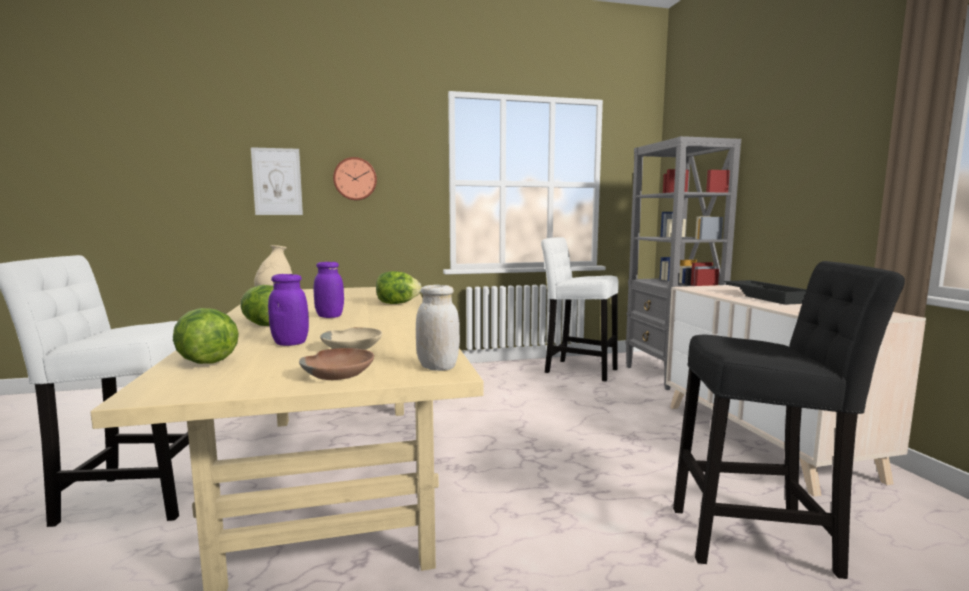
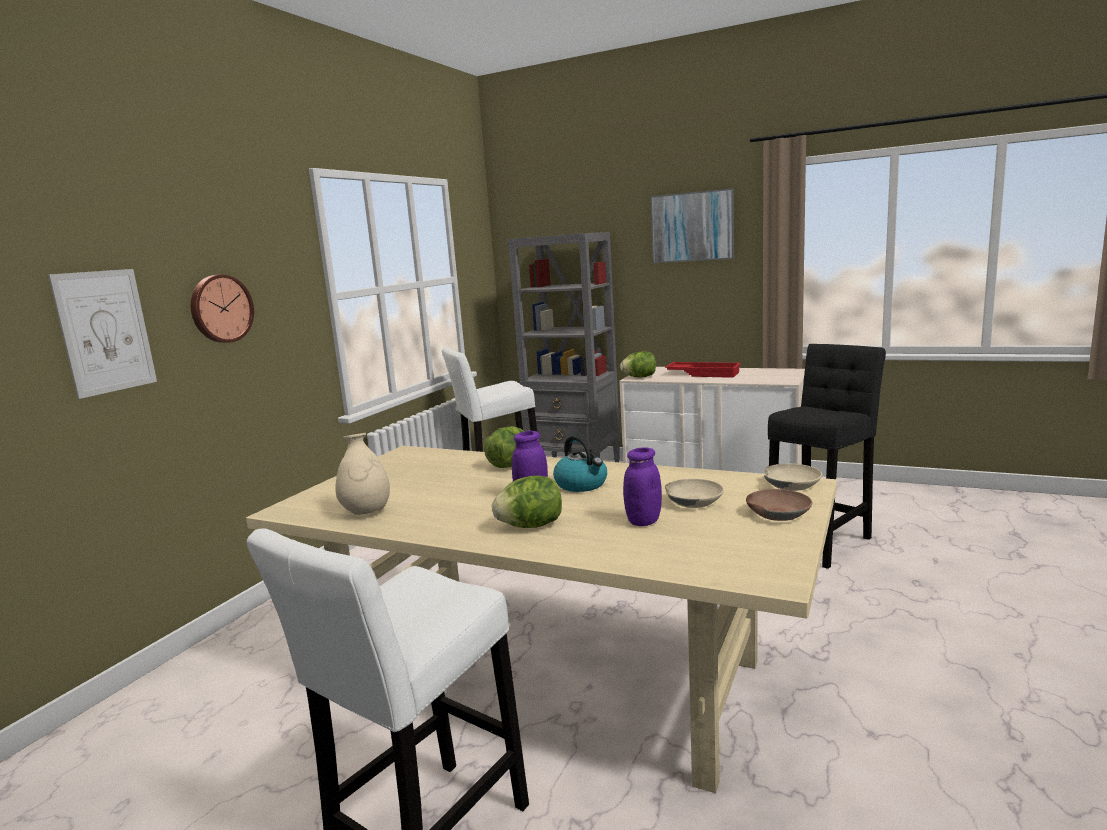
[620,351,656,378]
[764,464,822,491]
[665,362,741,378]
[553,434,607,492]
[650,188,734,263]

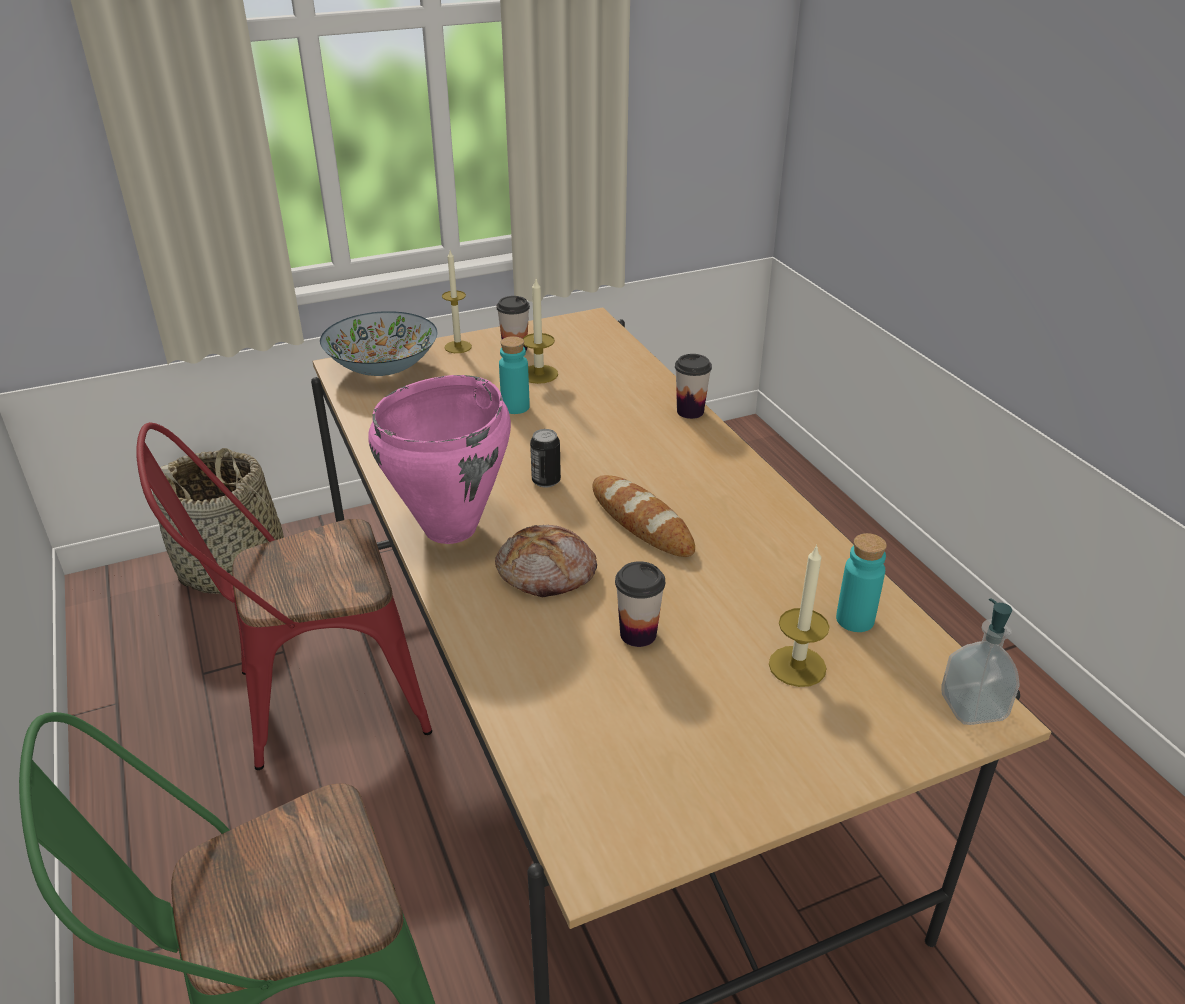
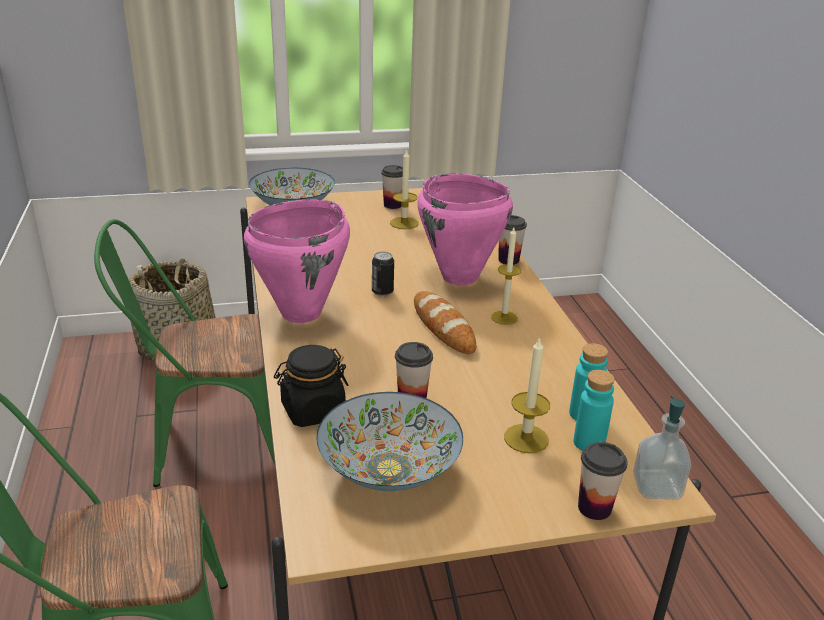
[94,219,275,487]
[491,228,521,325]
[495,525,597,598] (first image)
[573,370,615,451]
[274,345,348,427]
[316,392,463,491]
[417,173,513,286]
[578,442,628,520]

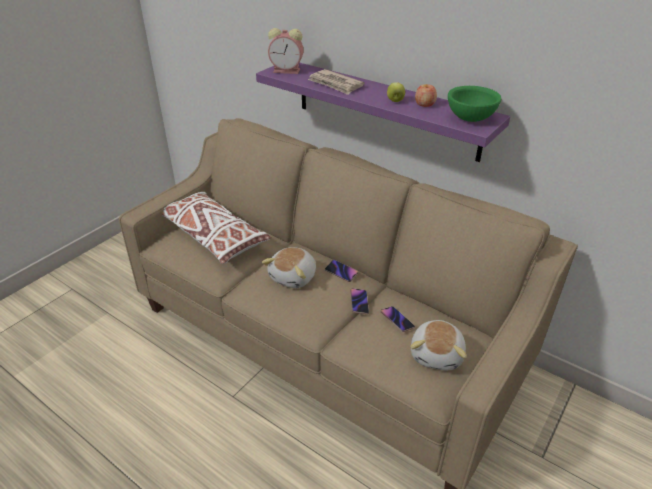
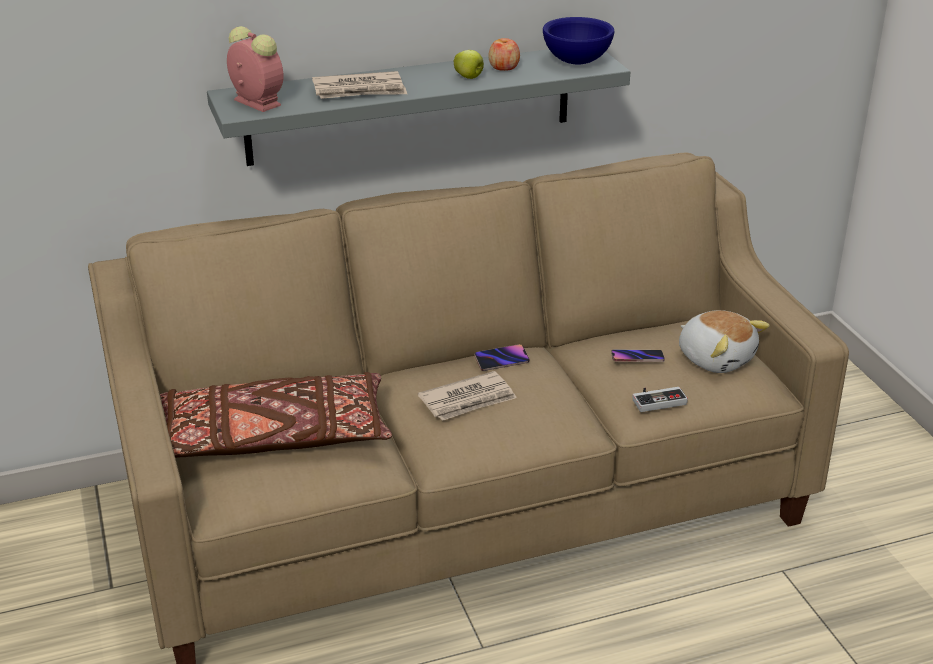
[160,372,392,458]
[207,49,630,166]
[418,371,517,421]
[227,26,283,112]
[350,288,369,314] (first image)
[543,17,615,64]
[632,387,688,412]

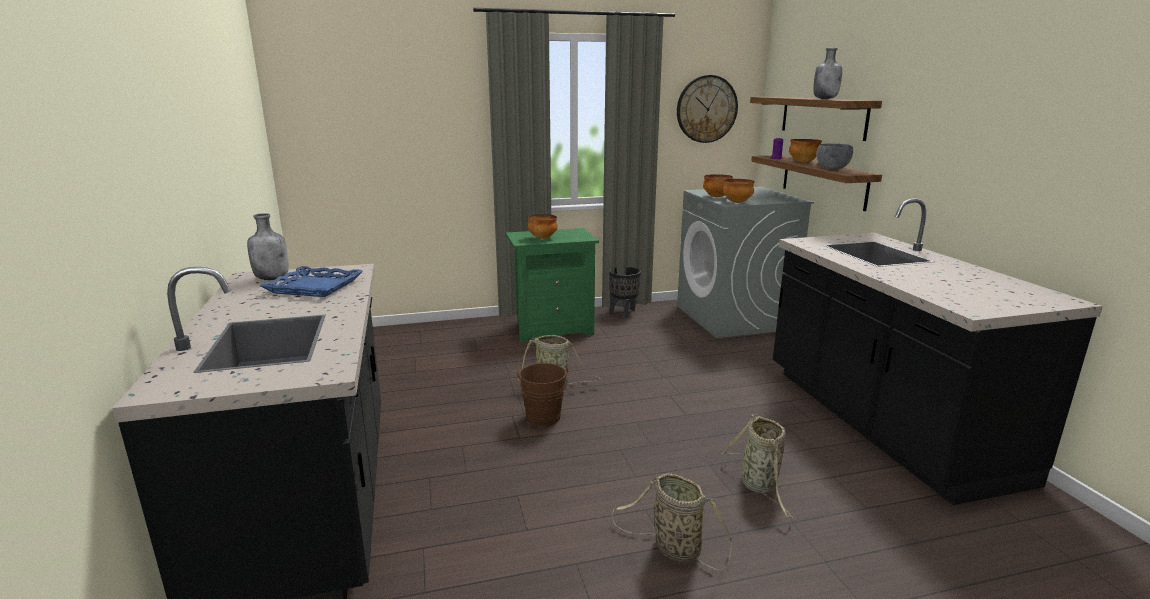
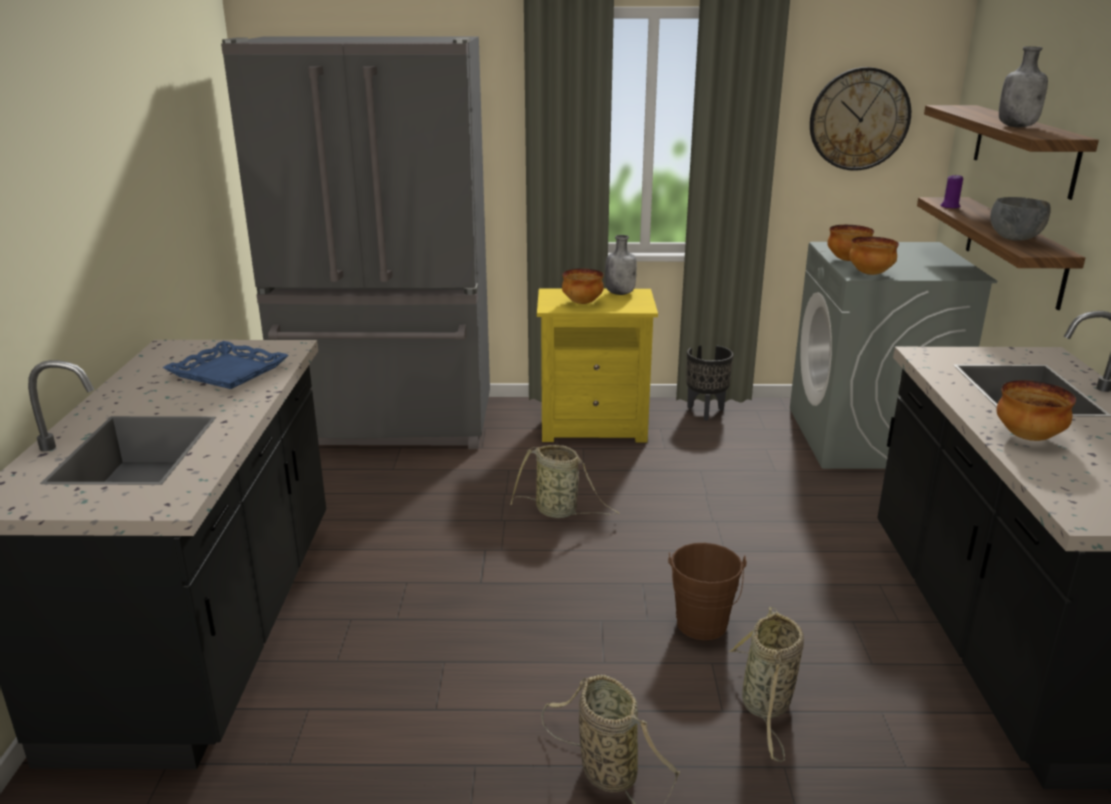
[605,235,637,295]
[537,288,658,442]
[668,543,746,640]
[997,380,1076,441]
[221,36,490,449]

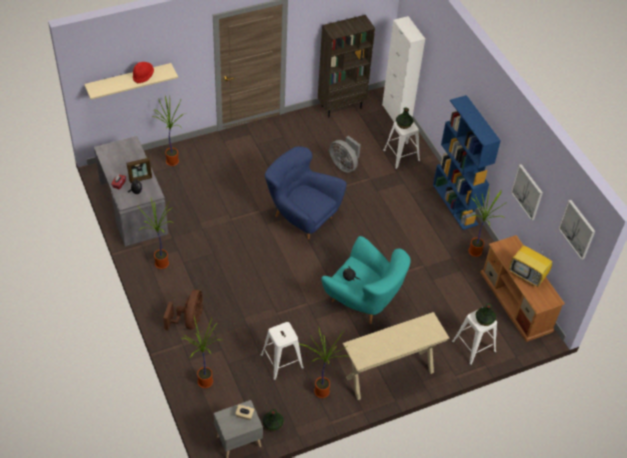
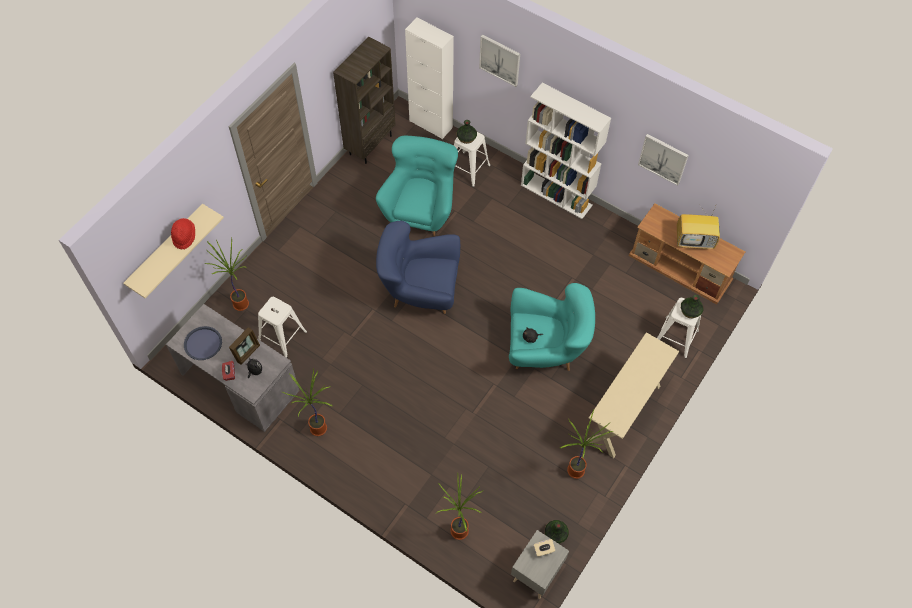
[163,289,203,331] (first image)
[258,297,307,358]
[376,136,458,236]
[521,83,611,219]
[468,187,507,257] (first image)
[479,35,520,87]
[184,326,222,360]

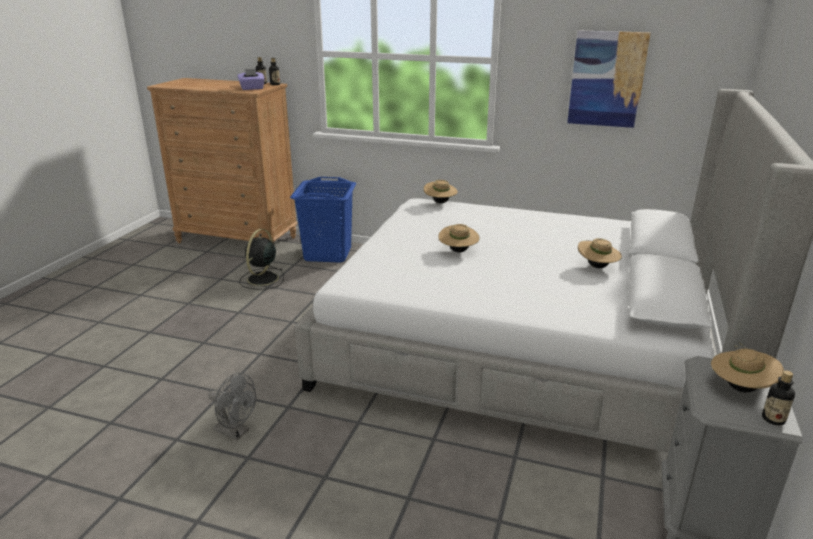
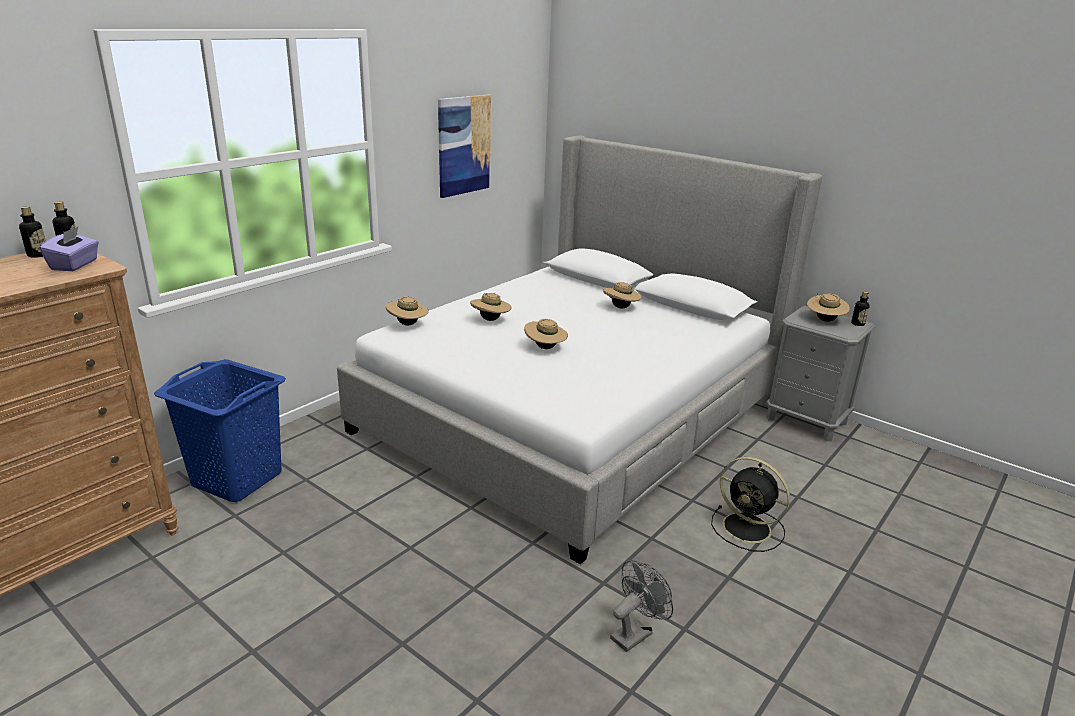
[711,457,790,552]
[470,293,511,321]

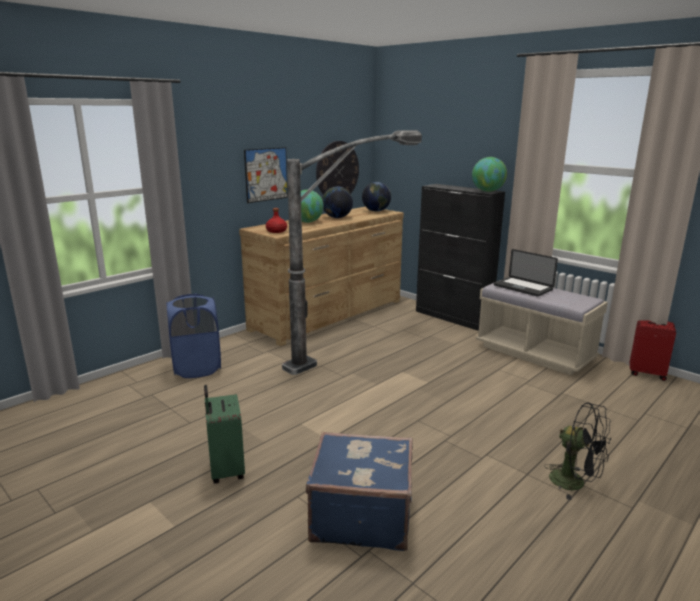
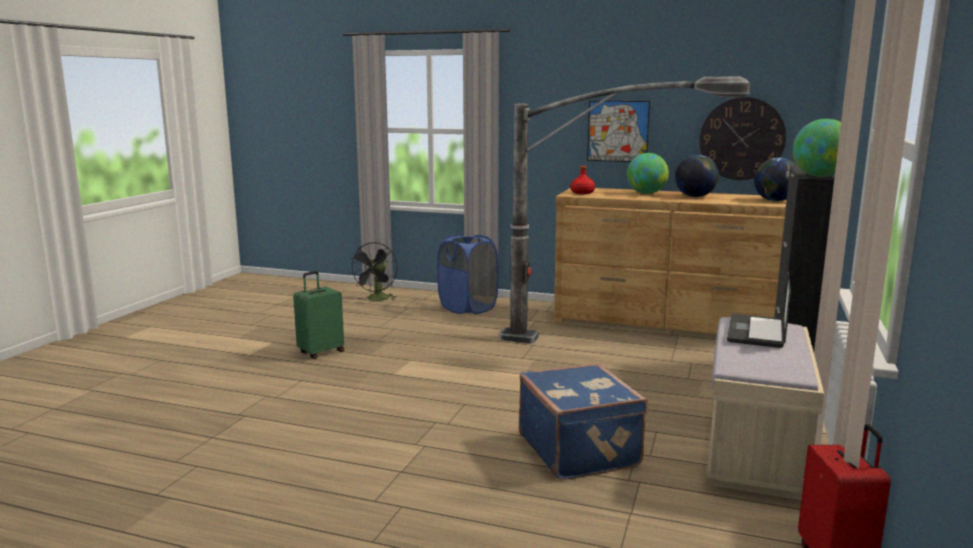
[519,363,648,480]
[350,242,397,301]

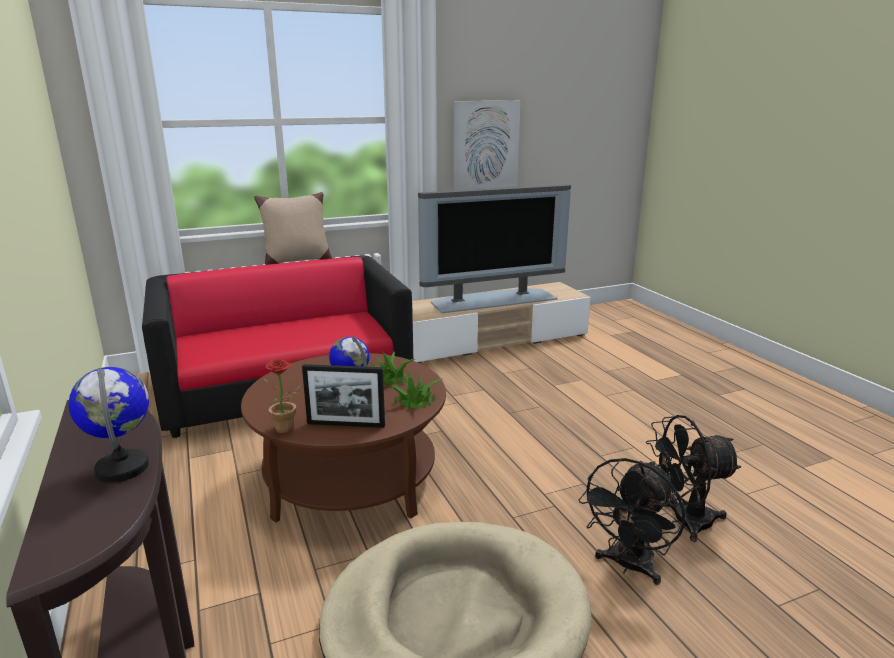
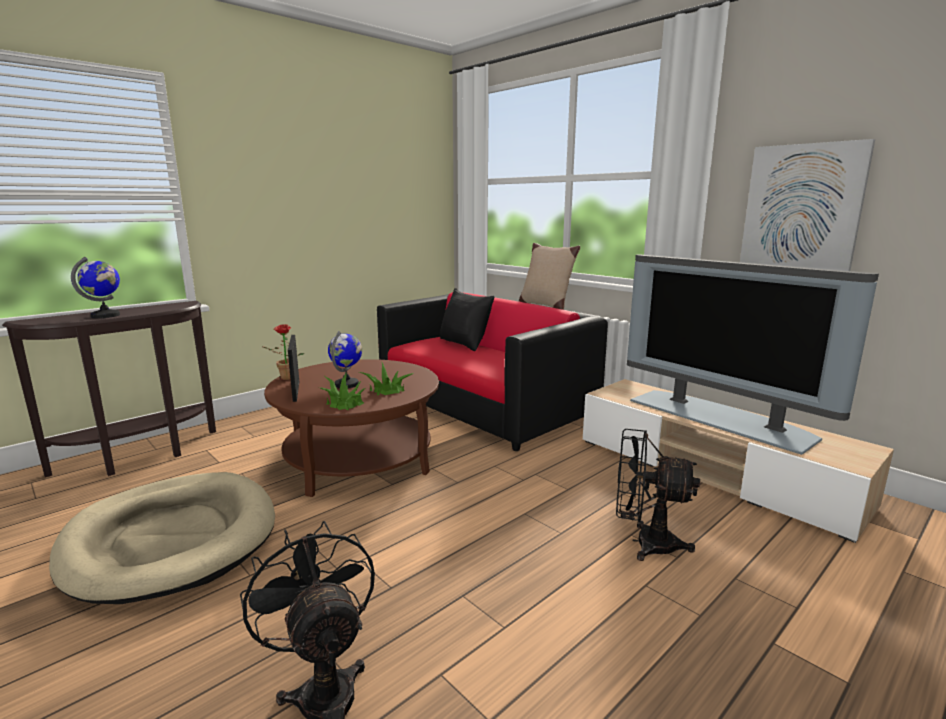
[616,429,700,561]
[440,288,494,351]

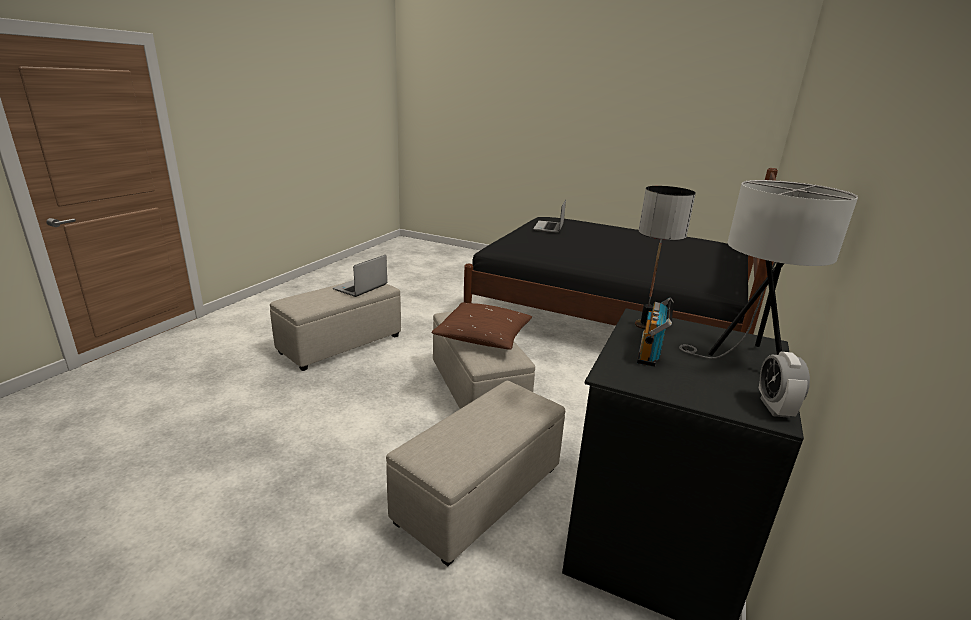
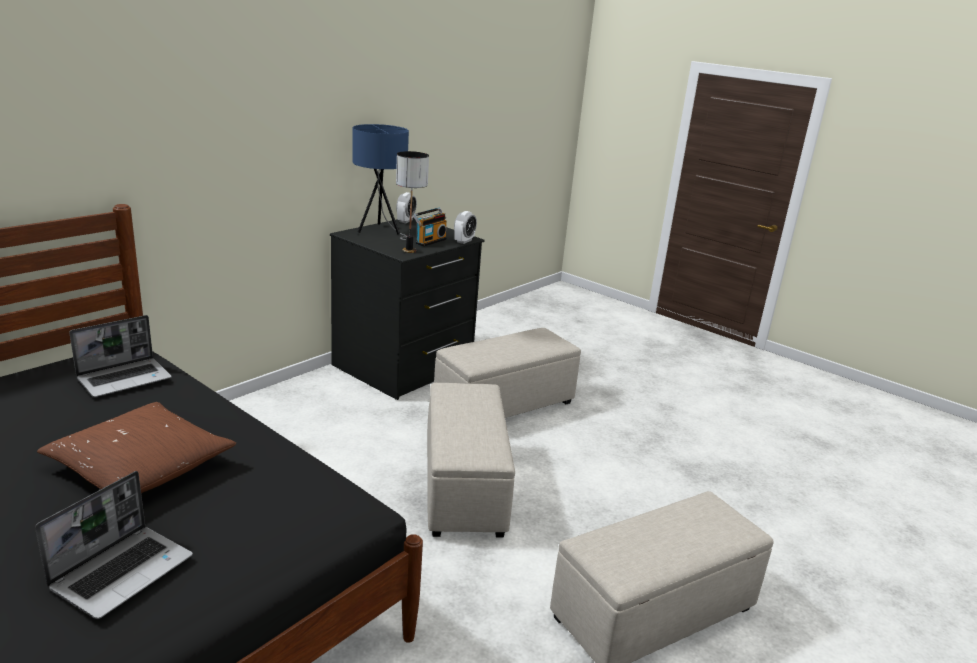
[69,315,172,397]
[37,402,236,493]
[352,124,409,240]
[454,211,477,244]

